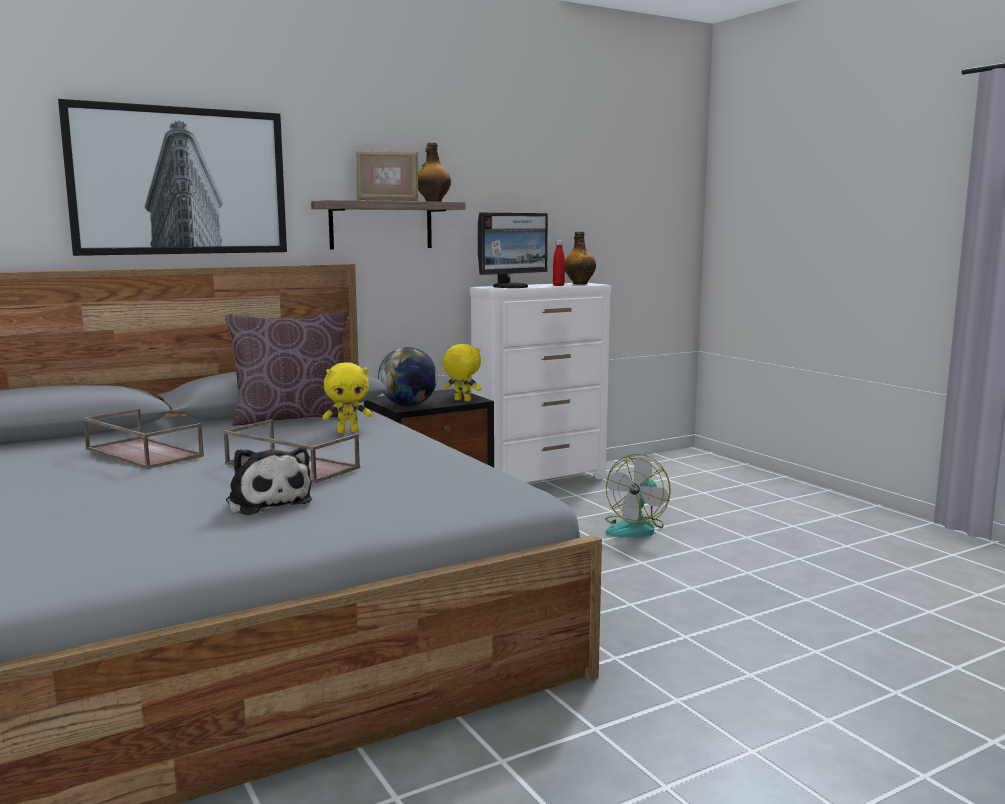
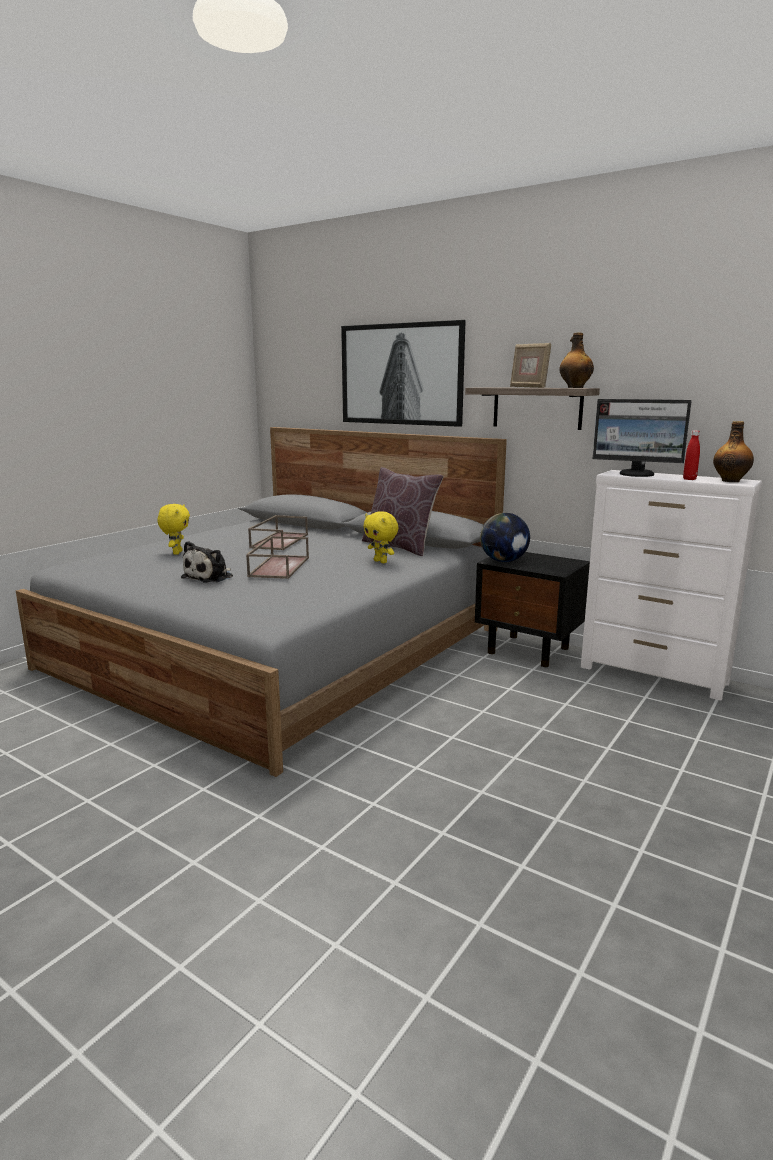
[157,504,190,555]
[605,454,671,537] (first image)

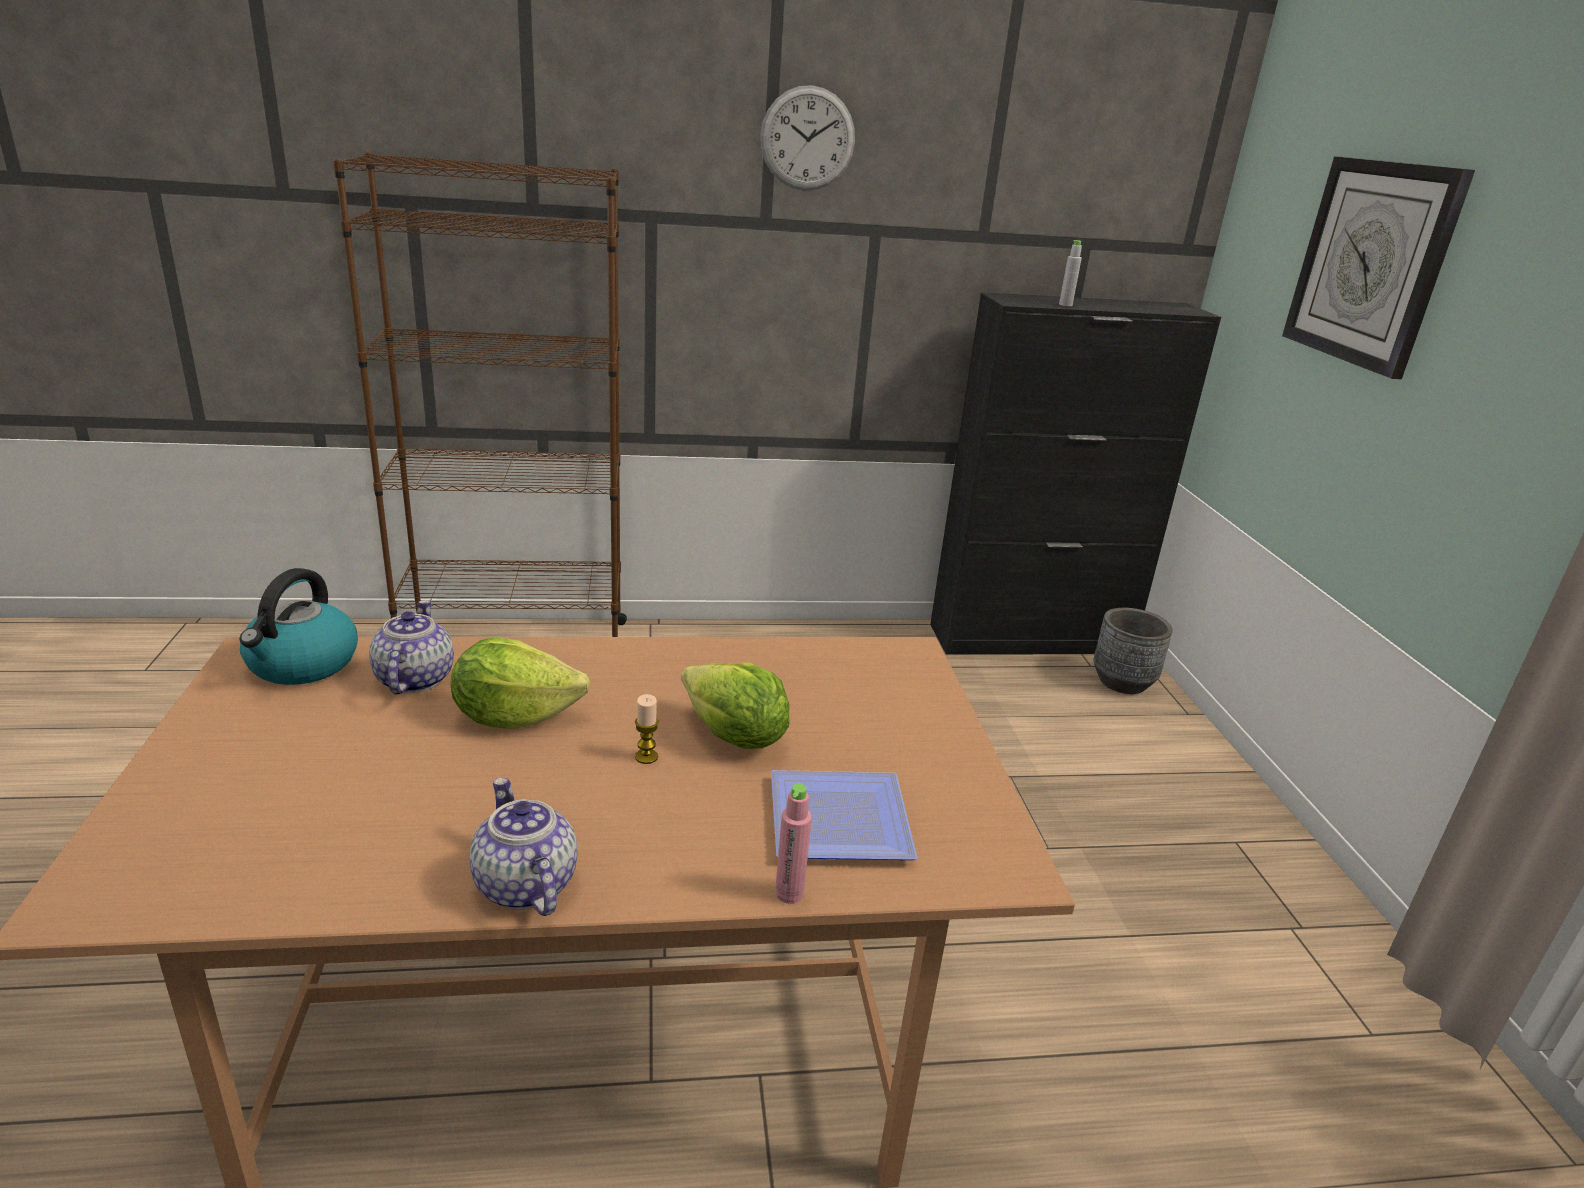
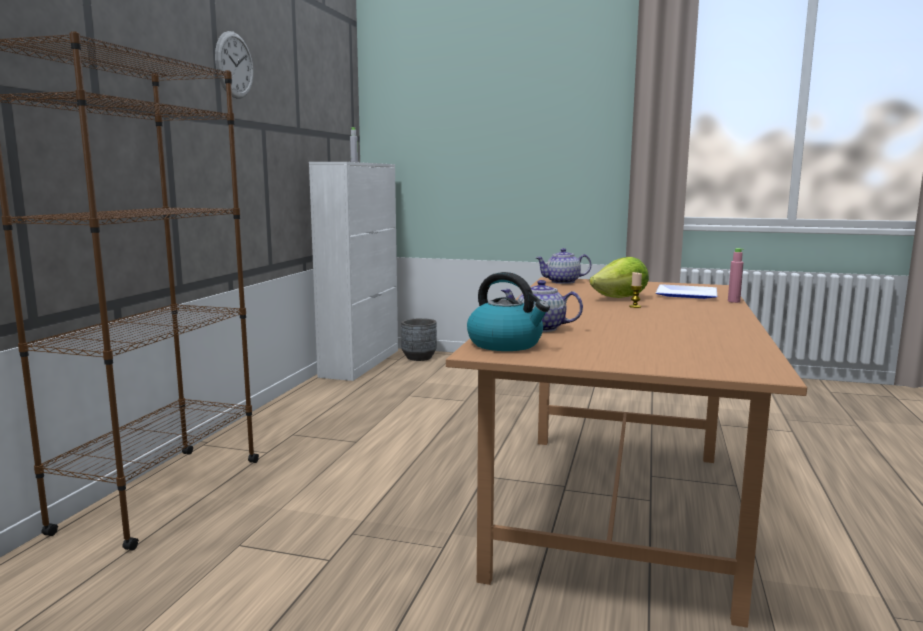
[451,637,590,729] (first image)
[536,248,591,284]
[309,162,398,381]
[1282,156,1475,379] (first image)

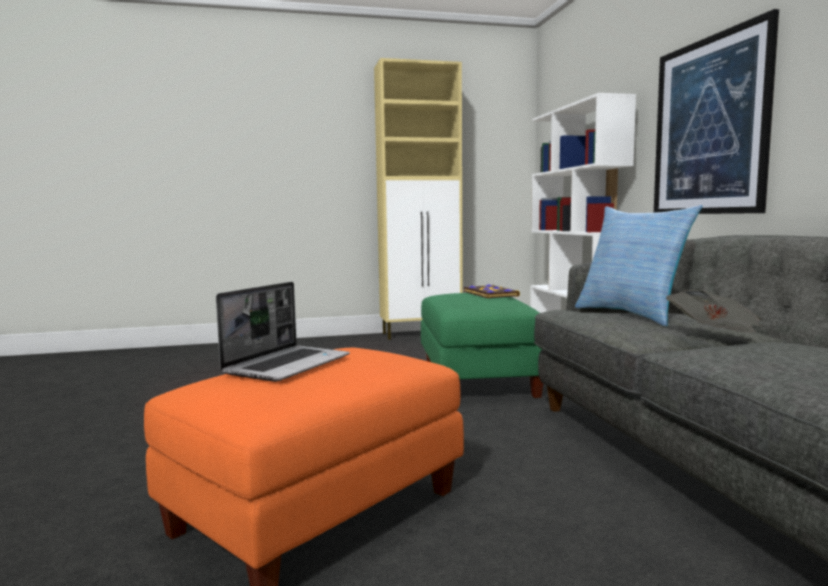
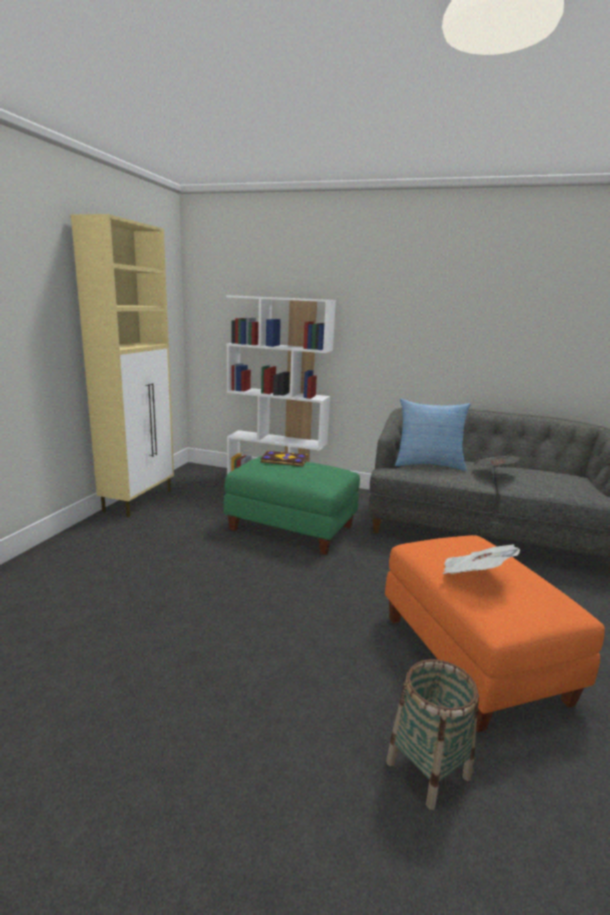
[443,545,520,574]
[654,9,779,214] (first image)
[386,659,479,810]

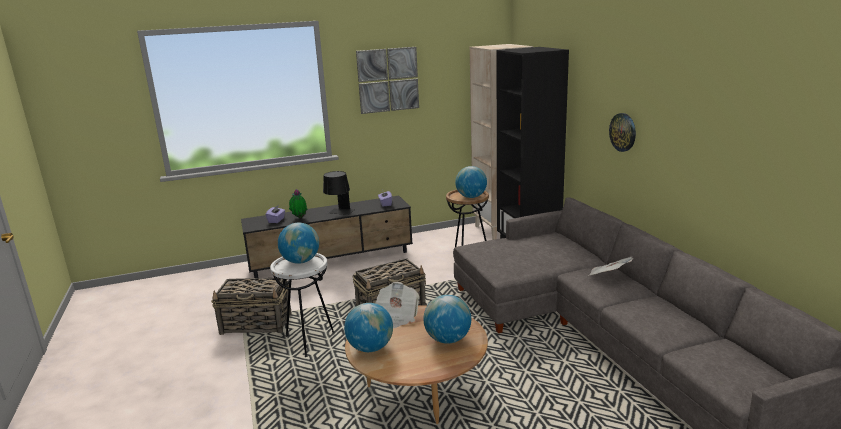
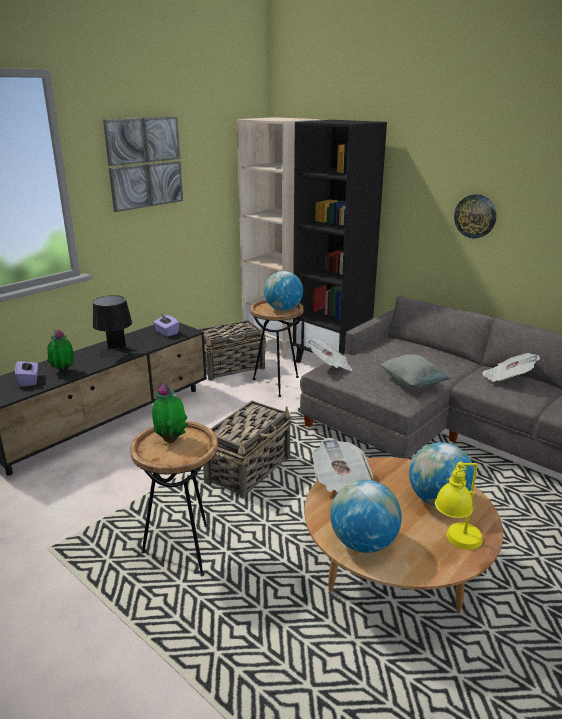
[198,320,266,381]
[130,421,218,576]
[152,384,188,443]
[306,339,352,371]
[380,354,452,389]
[435,462,483,550]

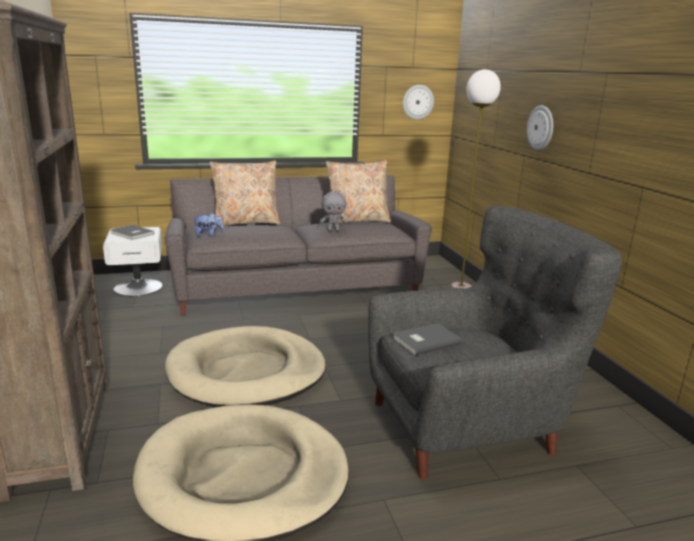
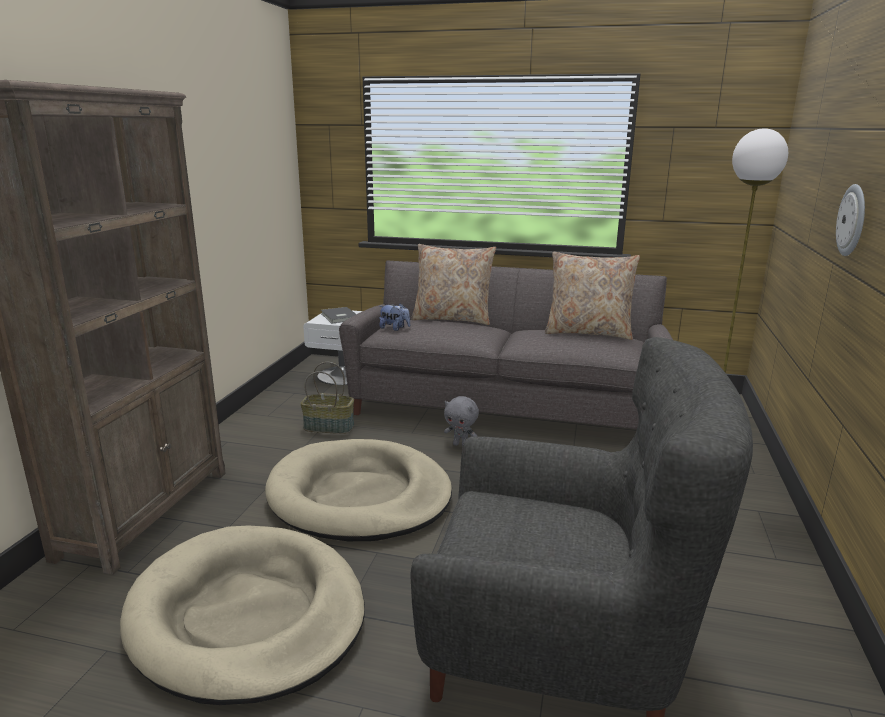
[444,396,479,447]
[393,323,462,356] (first image)
[403,85,434,120] (first image)
[300,362,354,434]

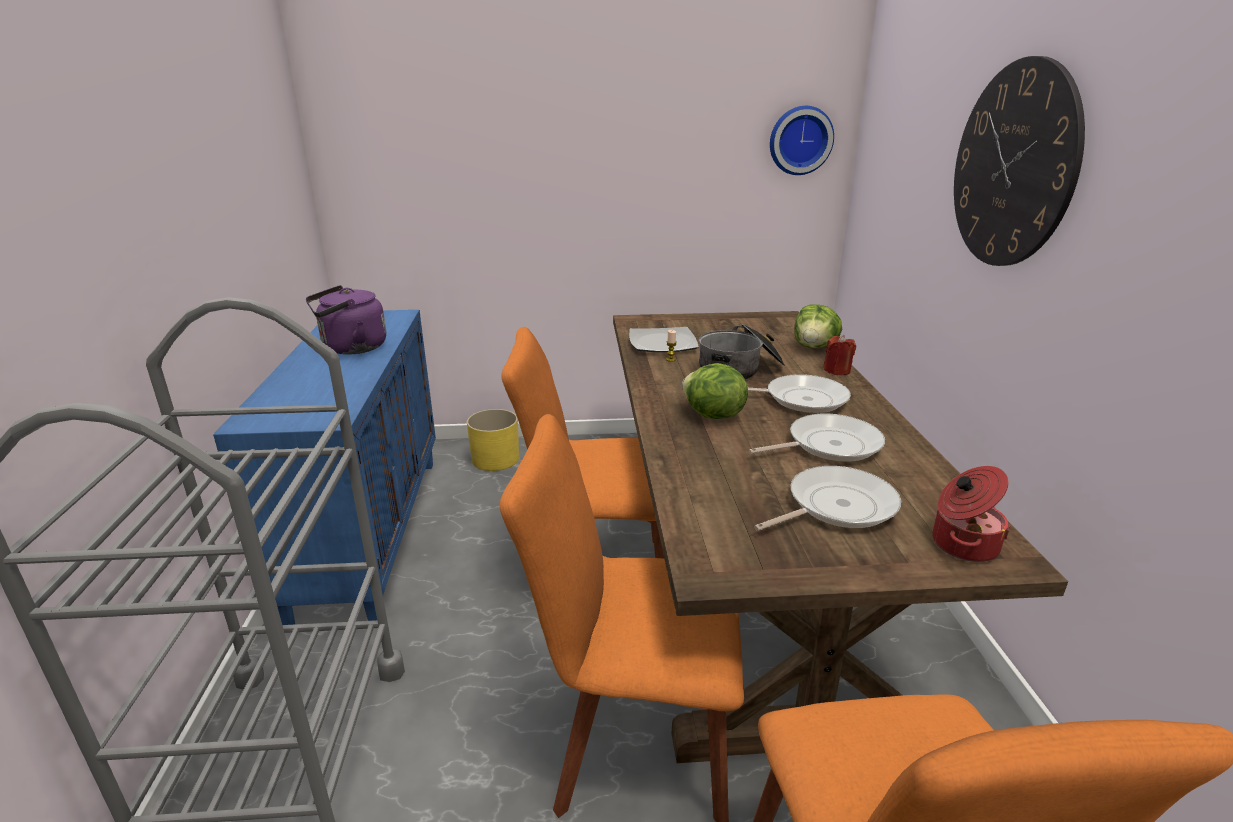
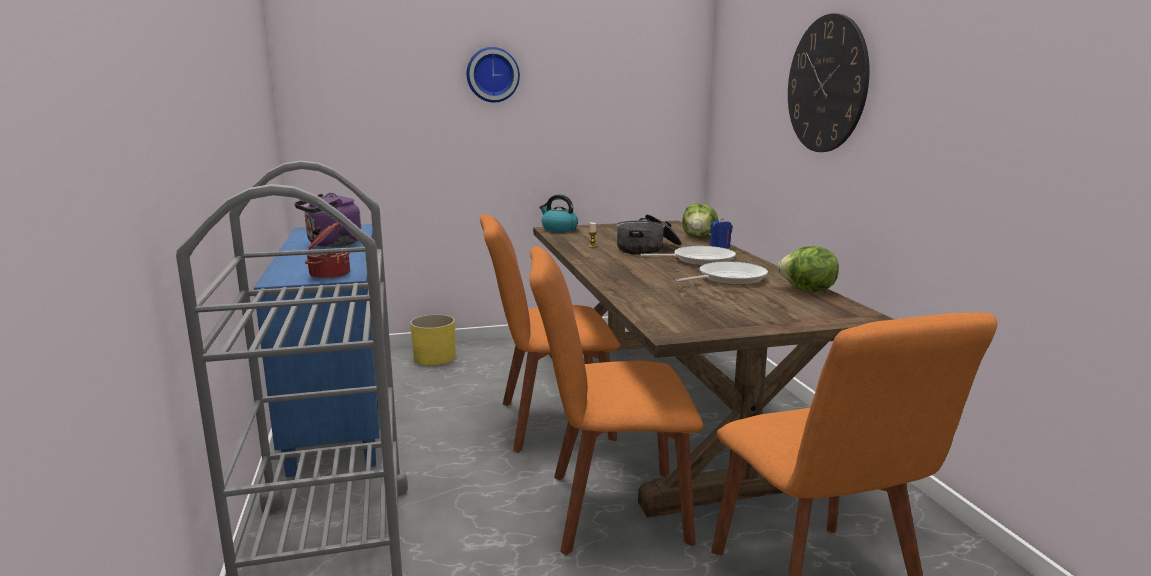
[629,327,699,352] (first image)
[778,246,839,292]
[754,466,901,531] (first image)
[467,47,520,103]
[710,218,733,248]
[305,222,350,279]
[540,194,578,232]

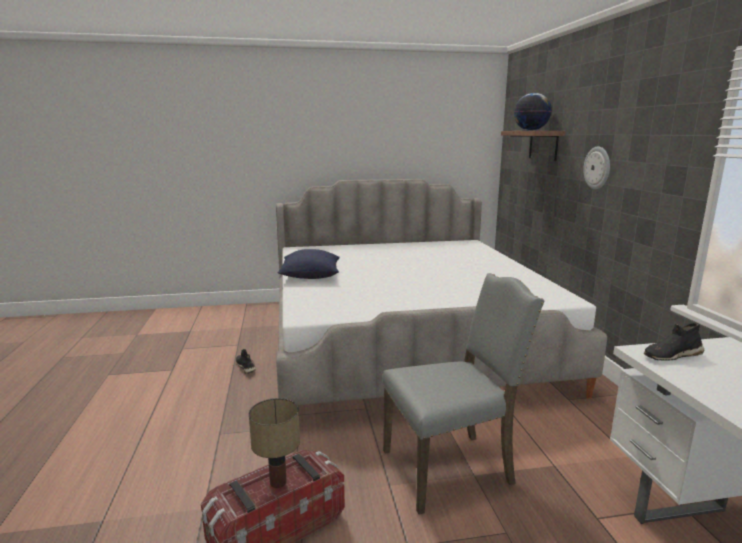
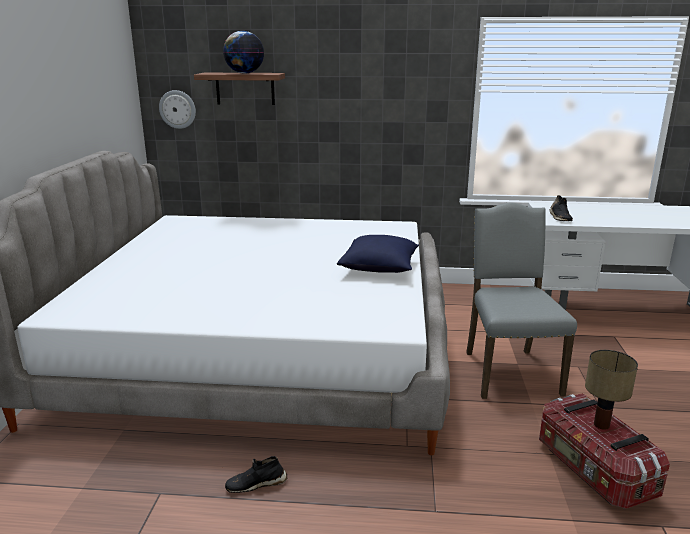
[337,235,419,273]
[159,90,196,129]

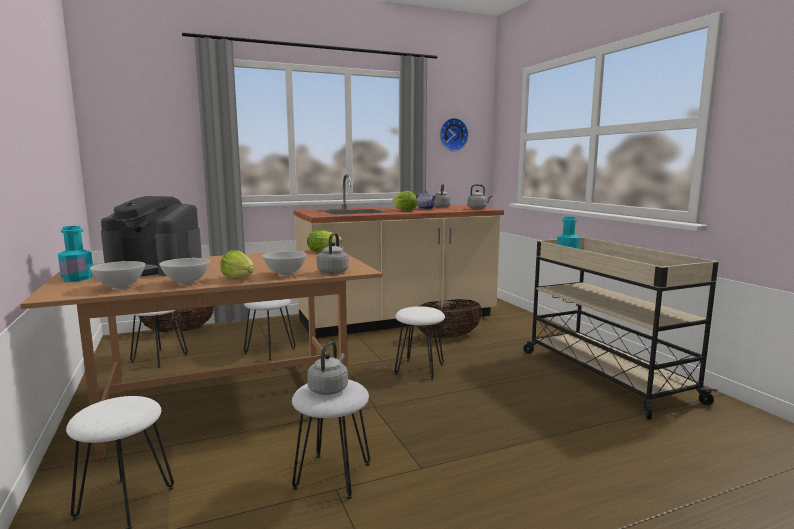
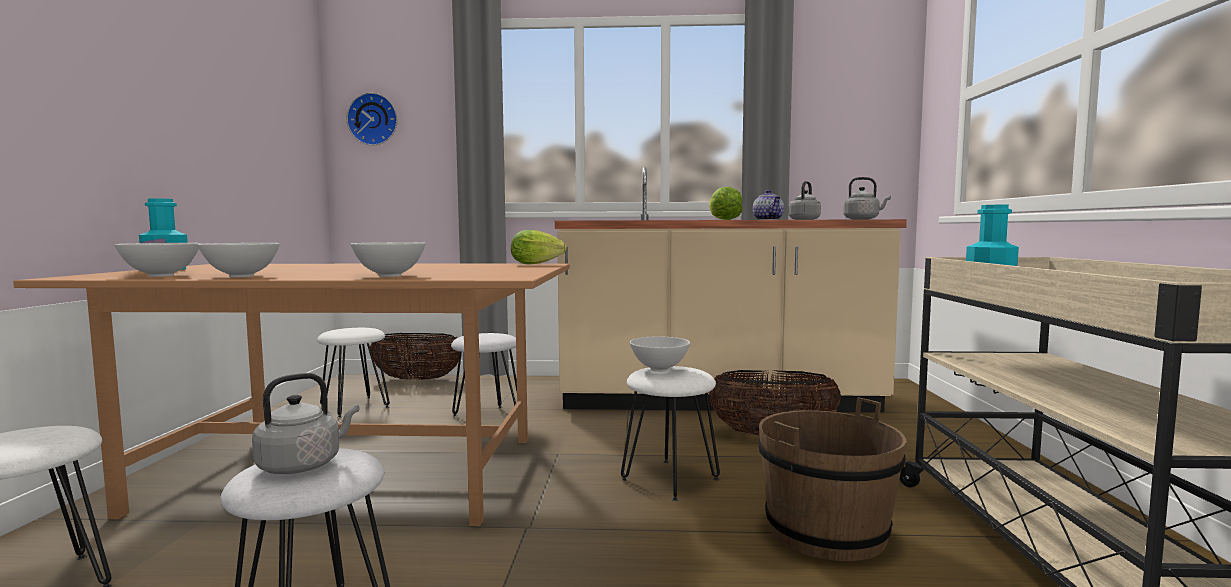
[101,196,202,276] (first image)
[221,250,254,279] (first image)
[317,233,349,274] (first image)
[347,93,397,146]
[630,336,690,372]
[758,397,907,561]

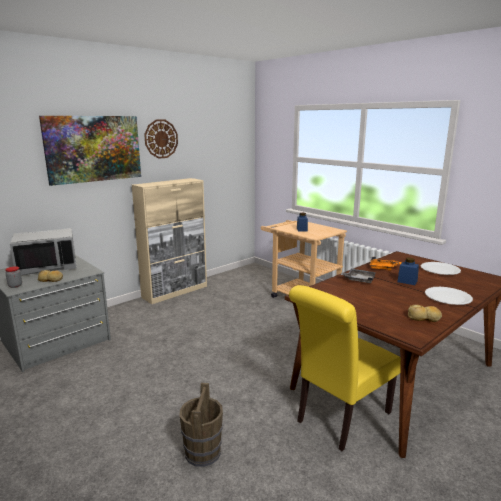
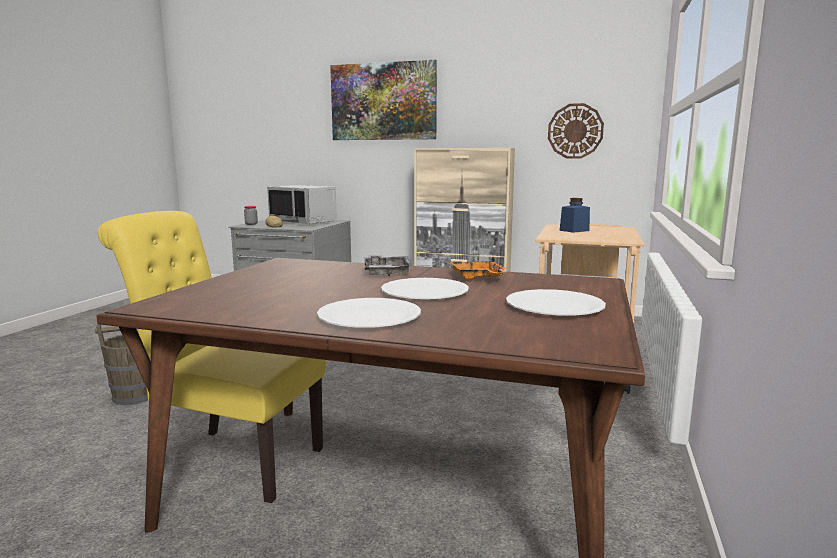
[548,103,604,159]
[381,278,469,300]
[408,305,442,322] (first image)

